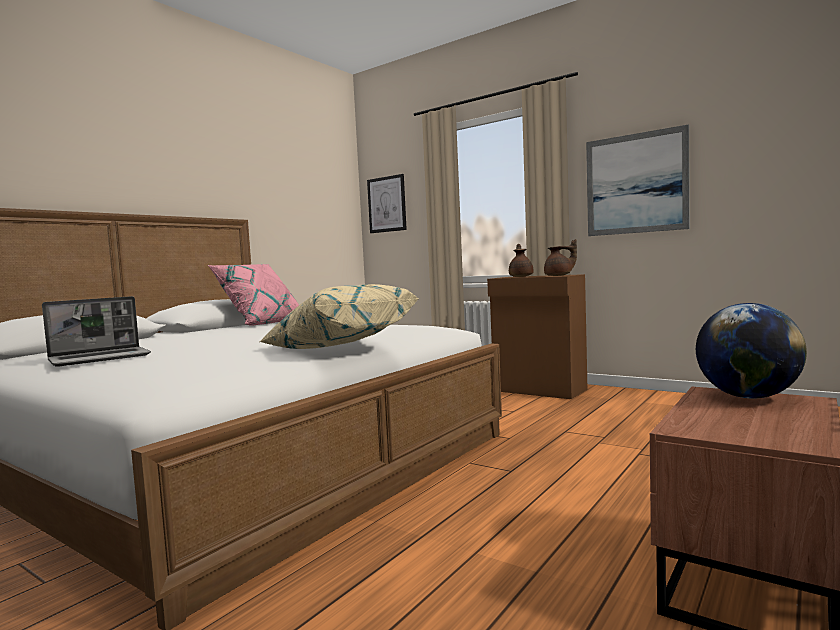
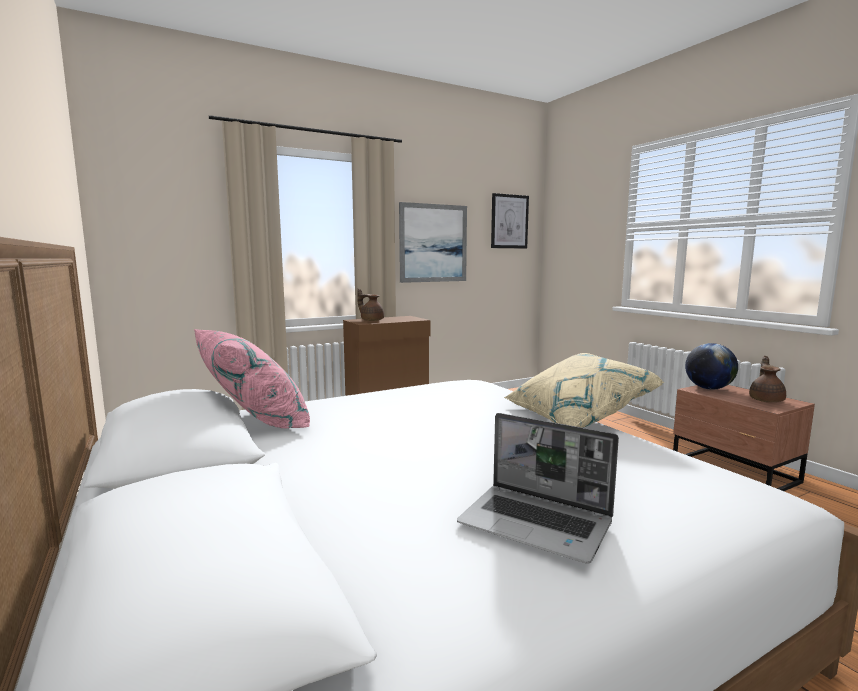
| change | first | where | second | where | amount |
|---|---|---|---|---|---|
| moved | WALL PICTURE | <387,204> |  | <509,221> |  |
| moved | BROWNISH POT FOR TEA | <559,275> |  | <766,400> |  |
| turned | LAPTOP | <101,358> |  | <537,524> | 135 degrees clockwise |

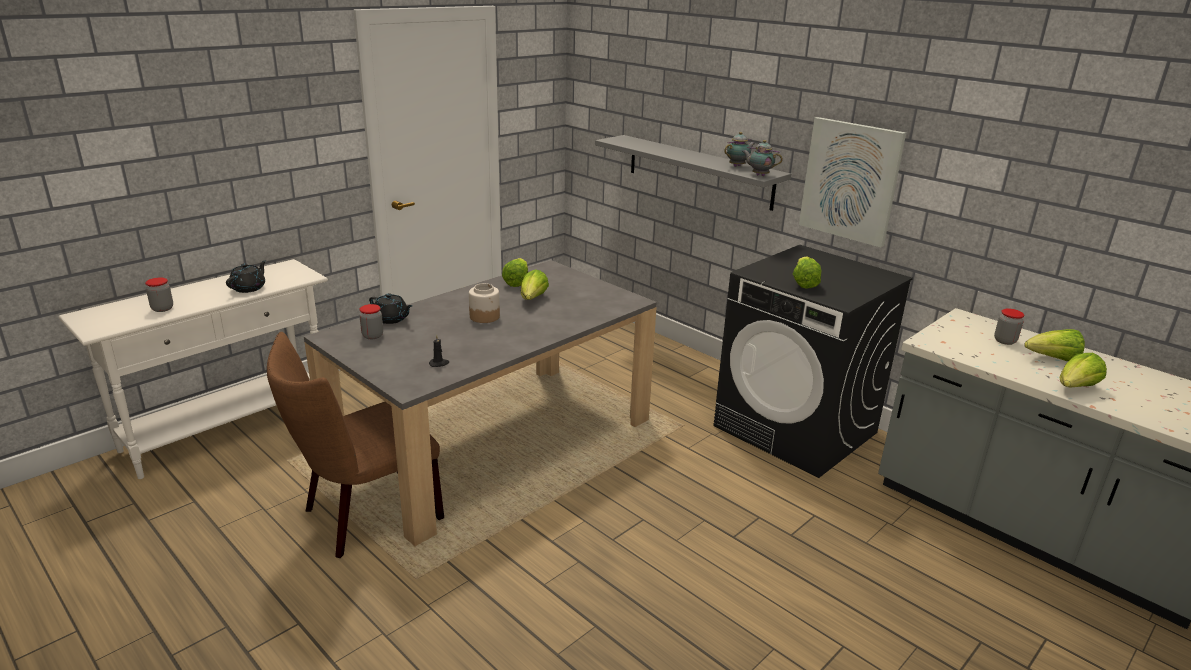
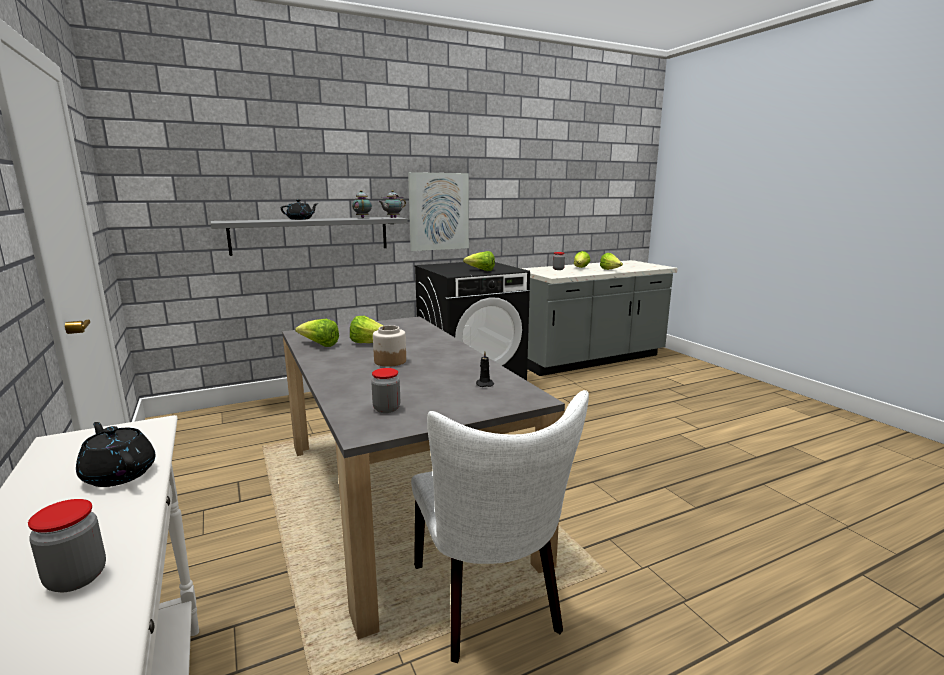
| change | first | where | second | where | amount |
|---|---|---|---|---|---|
| moved | BLACKISH POT FOR TEA | <391,319> |  | <300,219> |  |
| recoloured | BROWNISH CHAIR | <364,516> | WHITE CHAIR | <489,603> |  |

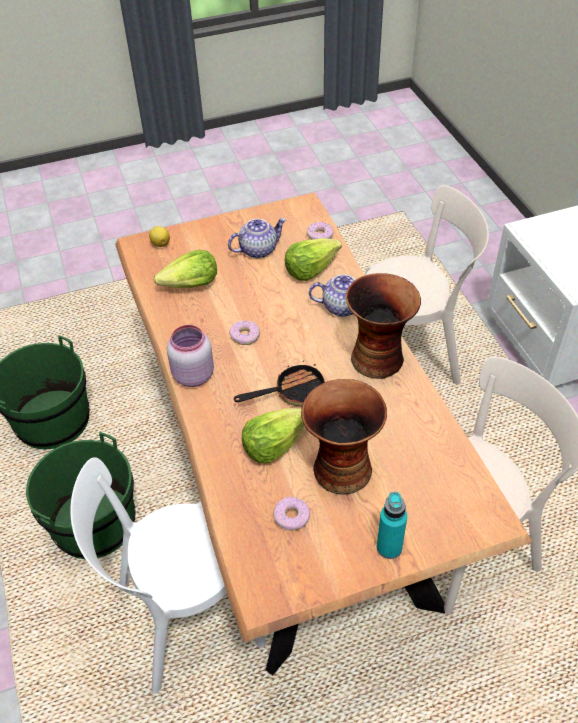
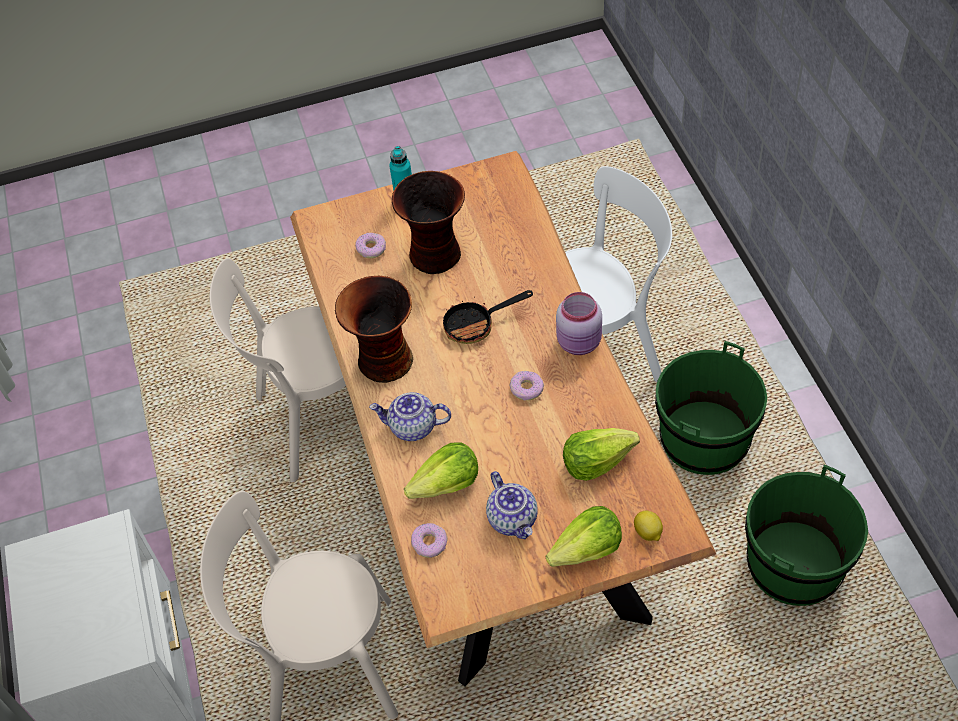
| change | first | where | second | where | amount |
|---|---|---|---|---|---|
| moved | LETTUCE | <274,444> |  | <587,550> |  |
| moved | DONUT | <291,517> |  | <371,249> |  |
| turned | POT FOR TEA | <258,249> |  | <513,519> | 90 degrees counterclockwise |

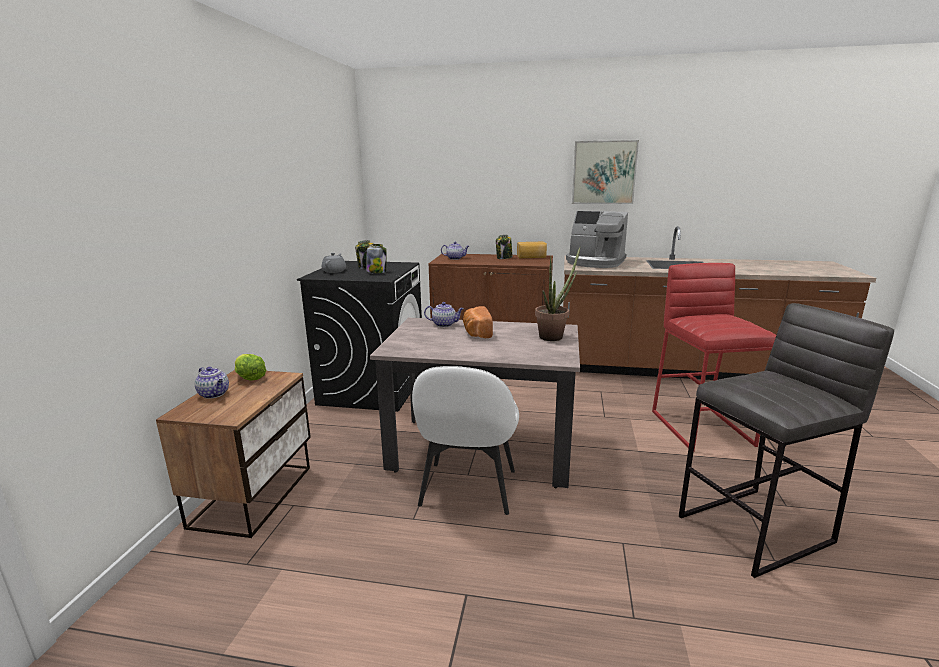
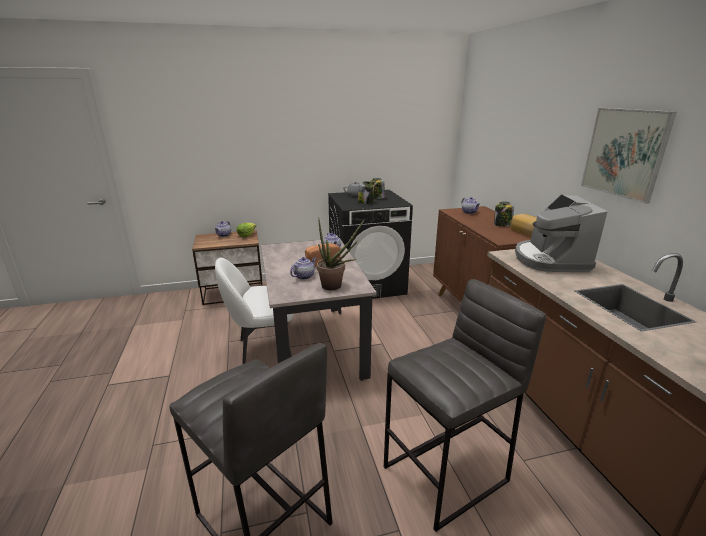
| change | first | where | second | where | amount |
|---|---|---|---|---|---|
| added |  |  | POT FOR TEA | <304,276> |  |
| recoloured | REDDISH SITTING STOOL | <701,427> | GREY SITTING STOOL | <447,474> |  |

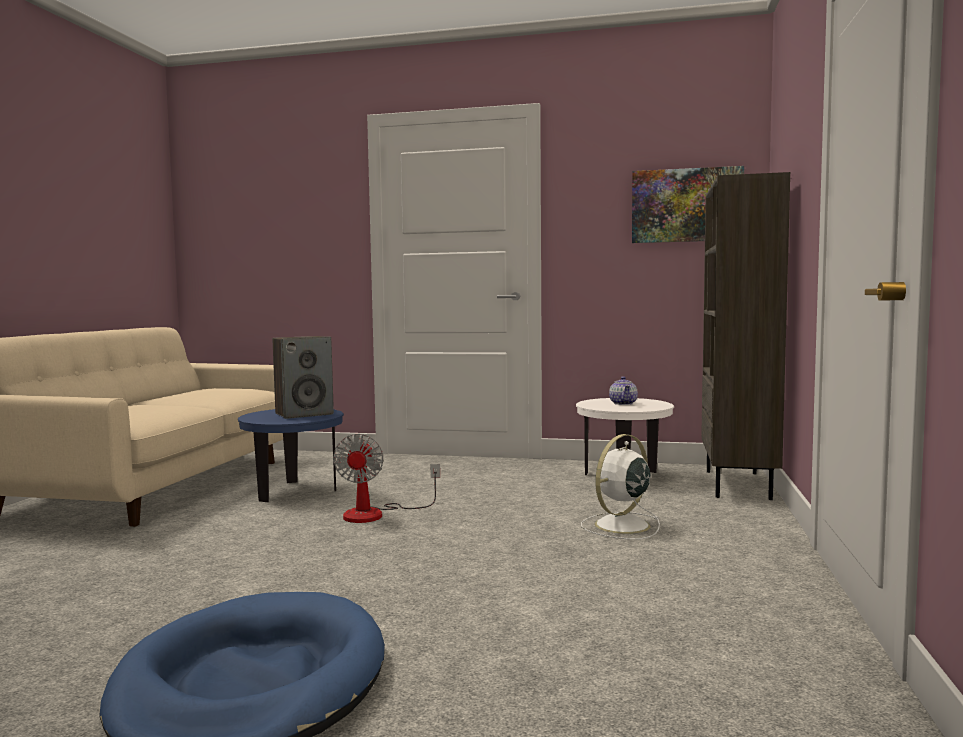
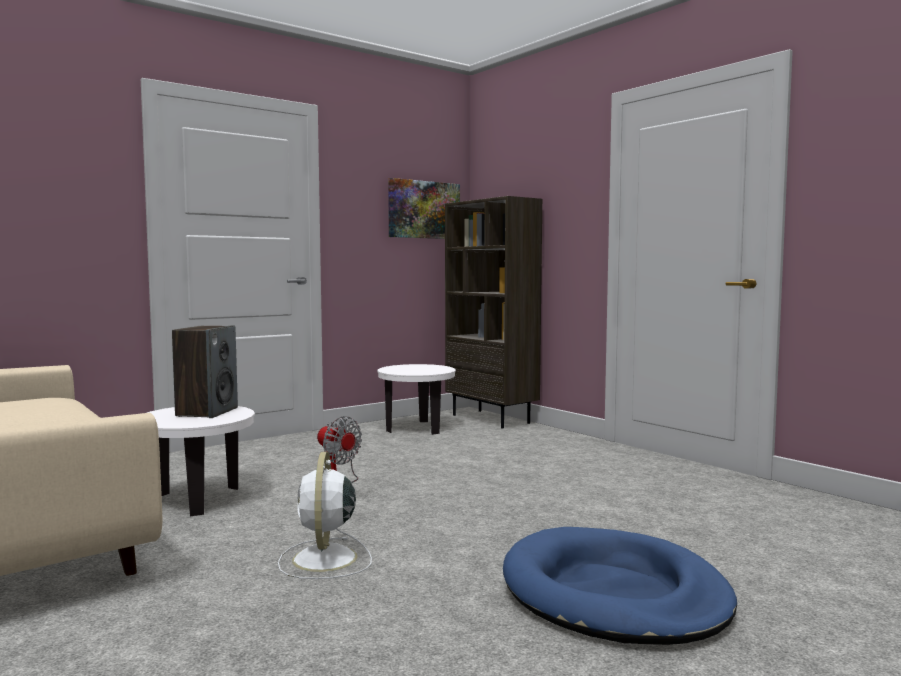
| change | first | where | second | where | amount |
|---|---|---|---|---|---|
| removed | POT FOR TEA | <623,403> |  |  |  |
| moved | WHITE FAN | <620,526> |  | <324,560> |  |
| recoloured | BLUE-COLOURED END TABLE | <293,492> | WHITE END TABLE | <198,500> |  |

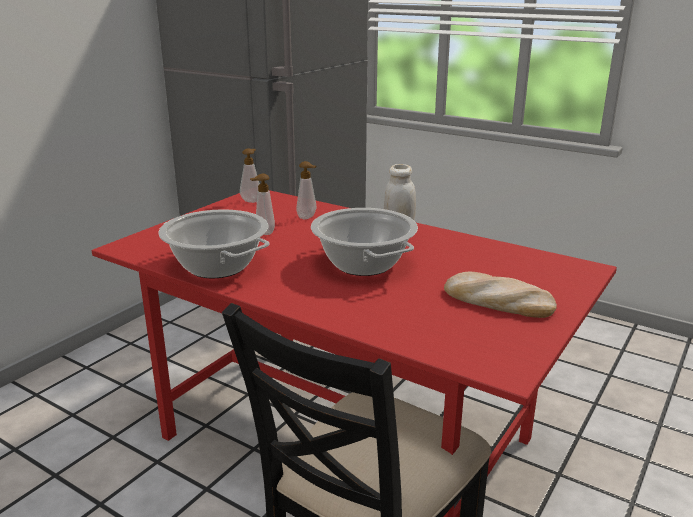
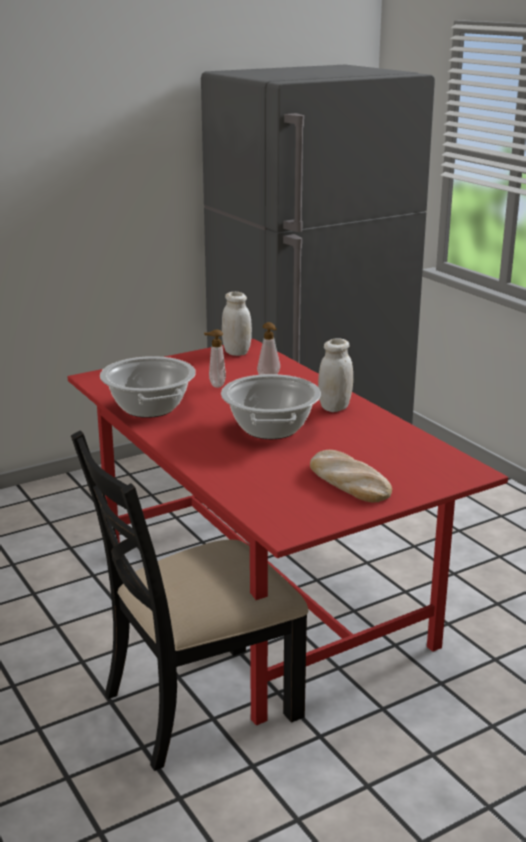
| change | first | where | second | where | amount |
|---|---|---|---|---|---|
| replaced | SOAP BOTTLE | <252,200> | WHITE JAR | <236,352> |  |

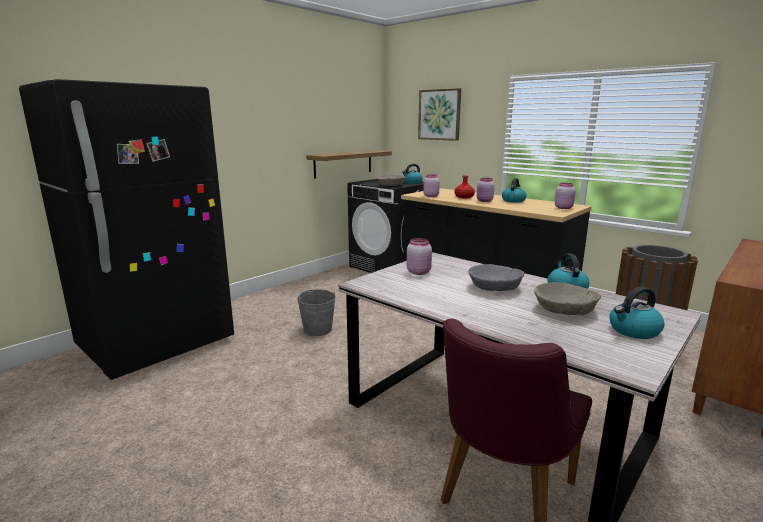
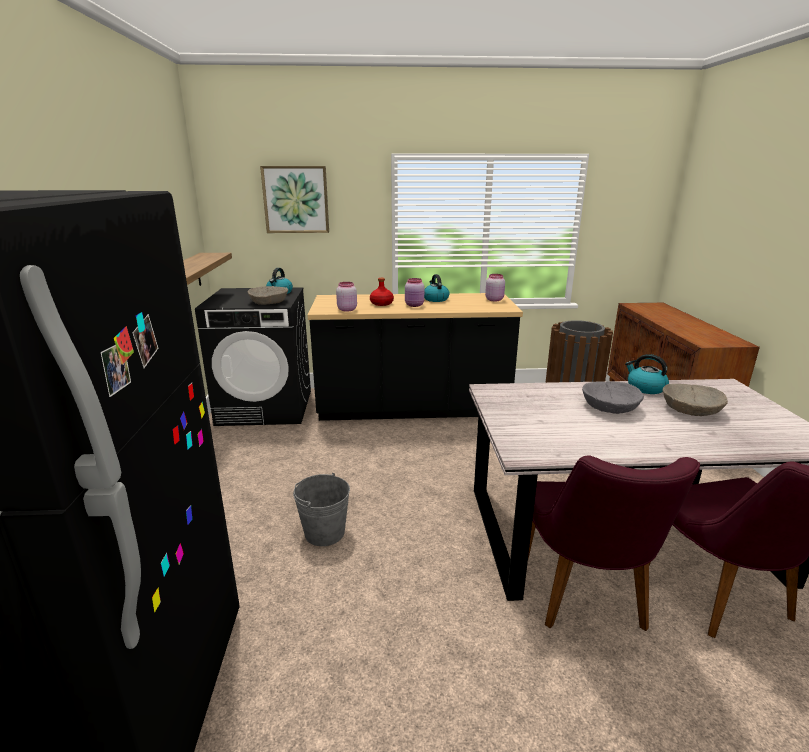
| change | first | where | second | where | amount |
|---|---|---|---|---|---|
| removed | PINK-COLOURED JAR | <419,272> |  |  |  |
| removed | WATER KETTLE | <633,331> |  |  |  |
| added |  |  | PURPLE CHAIR | <585,599> |  |

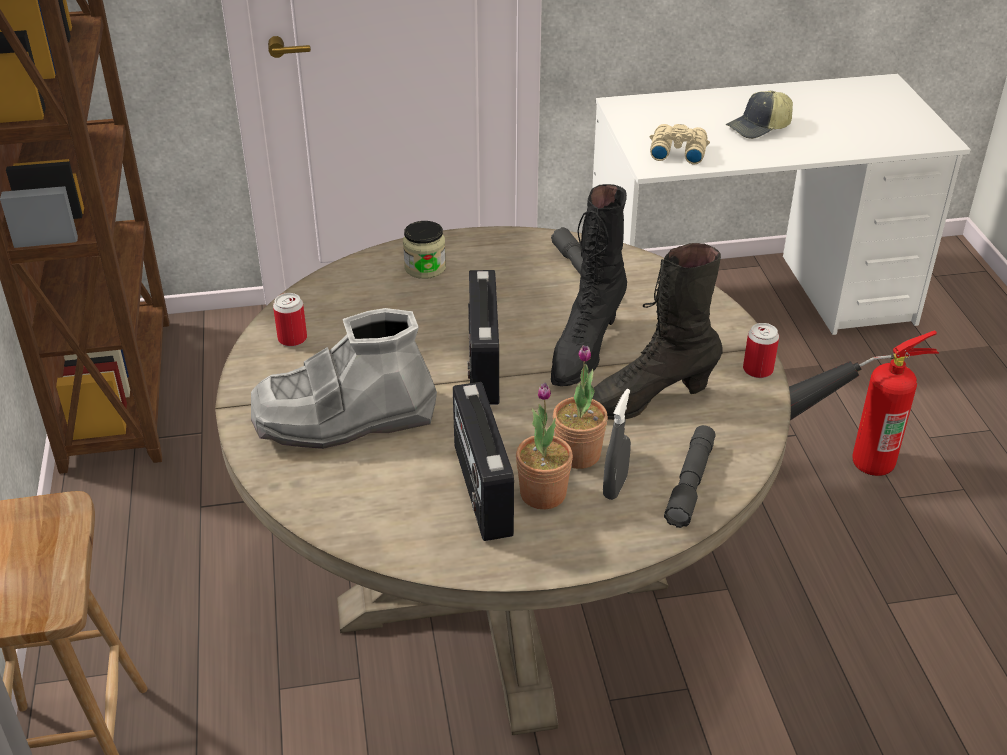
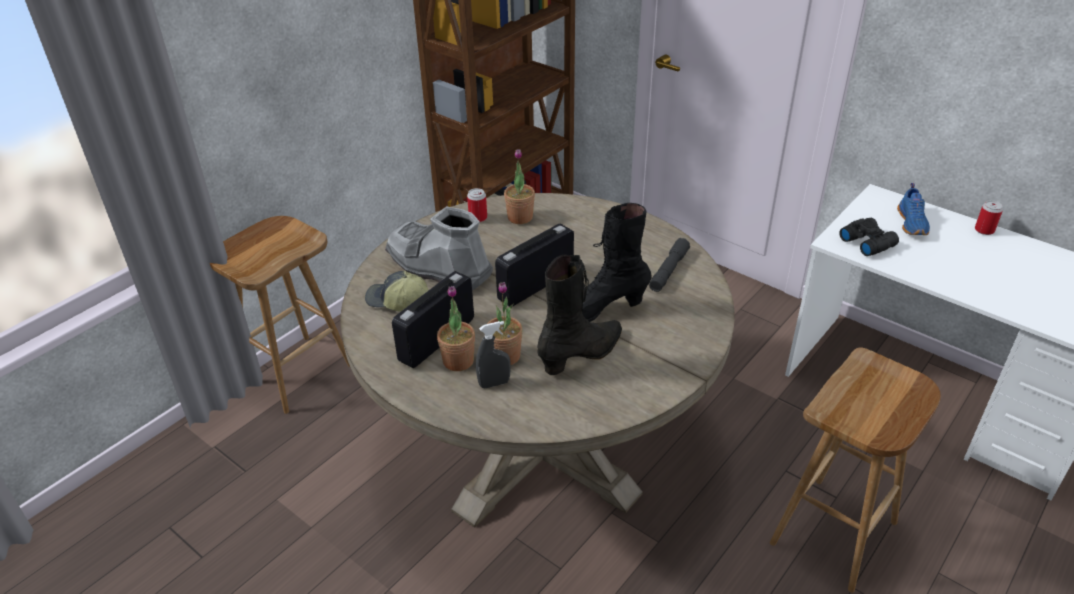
| change | first | where | second | where | amount |
|---|---|---|---|---|---|
| removed | JAR | <425,267> |  |  |  |
| removed | GREY FLASHLIGHT | <690,483> |  |  |  |
| added |  |  | POTTED PLANT | <520,217> |  |
| added |  |  | BLUE-COLOURED LOW SHOE | <912,223> |  |
| moved | PEAKED CAP | <759,128> |  | <397,301> |  |
| moved | CAN | <757,370> |  | <984,230> |  |
| replaced | EXTINGUISHER | <835,466> | BROWNISH SITTING STOOL | <834,534> |  |
| recoloured | BEIGE FIELD GLASSES | <677,151> | BLACKISH FIELD GLASSES | <867,242> |  |
| turned | BLACKISH HIGH-TOP BOOT | <644,400> |  | <582,355> | 105 degrees clockwise |

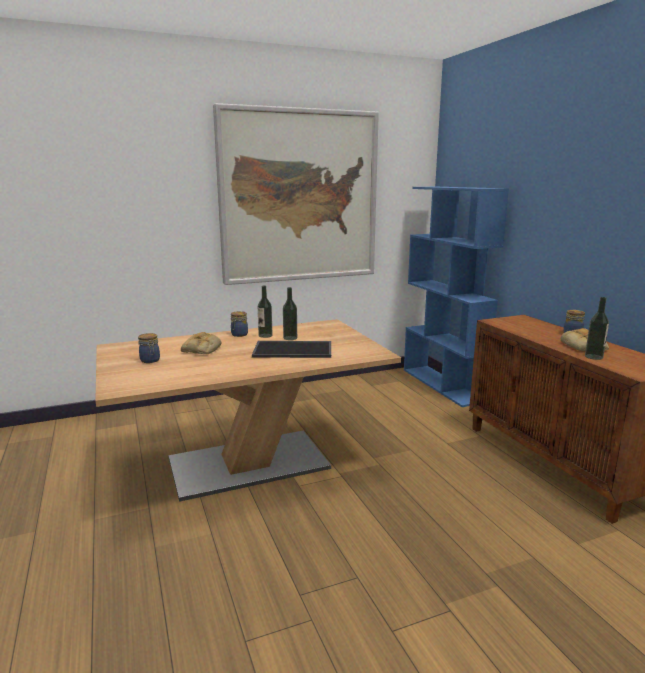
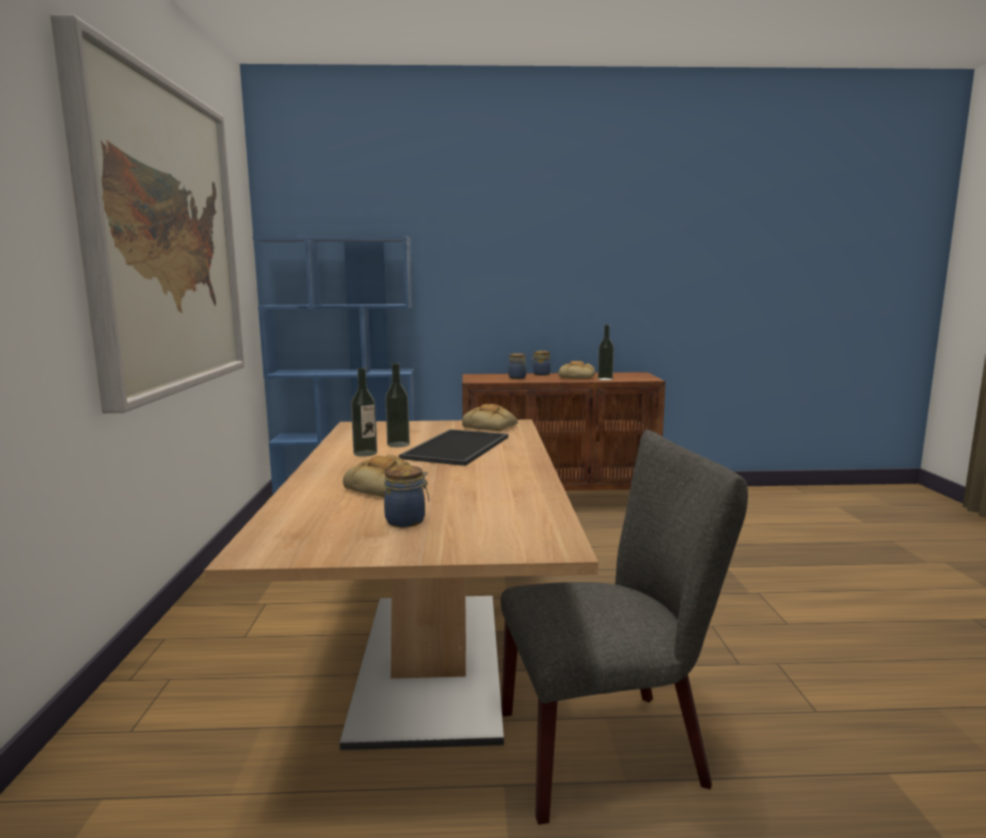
| change | first | where | second | where | amount |
|---|---|---|---|---|---|
| added |  |  | BAKED BREAD | <491,426> |  |
| added |  |  | GREY CHAIR | <613,746> |  |
| moved | JAR | <239,335> |  | <517,378> |  |

